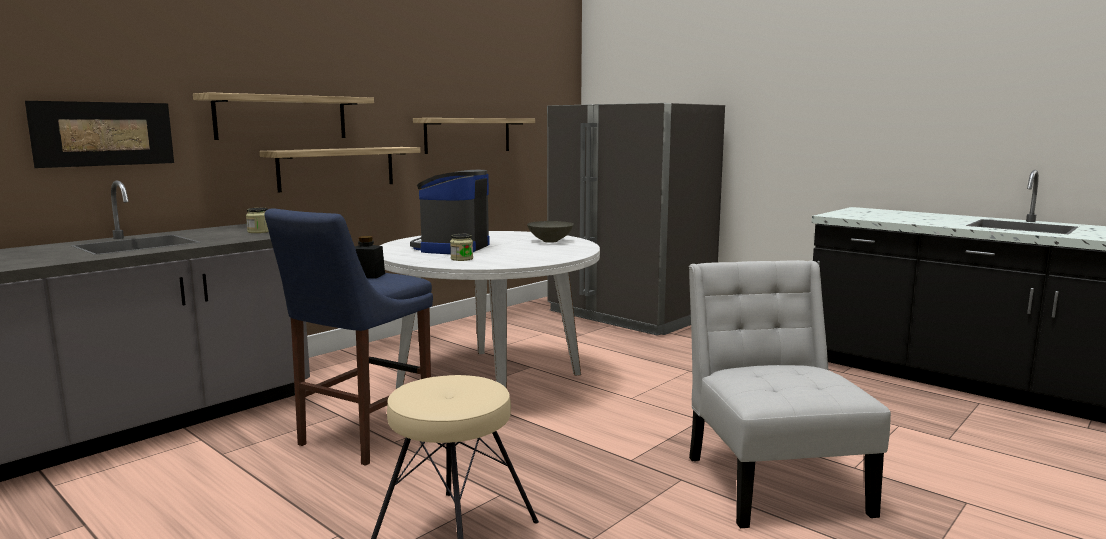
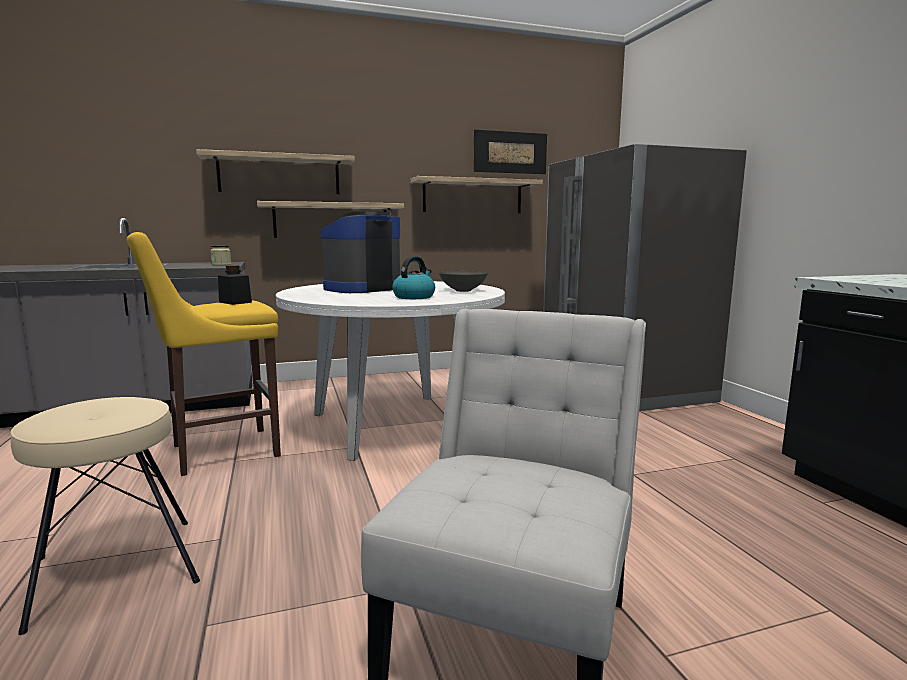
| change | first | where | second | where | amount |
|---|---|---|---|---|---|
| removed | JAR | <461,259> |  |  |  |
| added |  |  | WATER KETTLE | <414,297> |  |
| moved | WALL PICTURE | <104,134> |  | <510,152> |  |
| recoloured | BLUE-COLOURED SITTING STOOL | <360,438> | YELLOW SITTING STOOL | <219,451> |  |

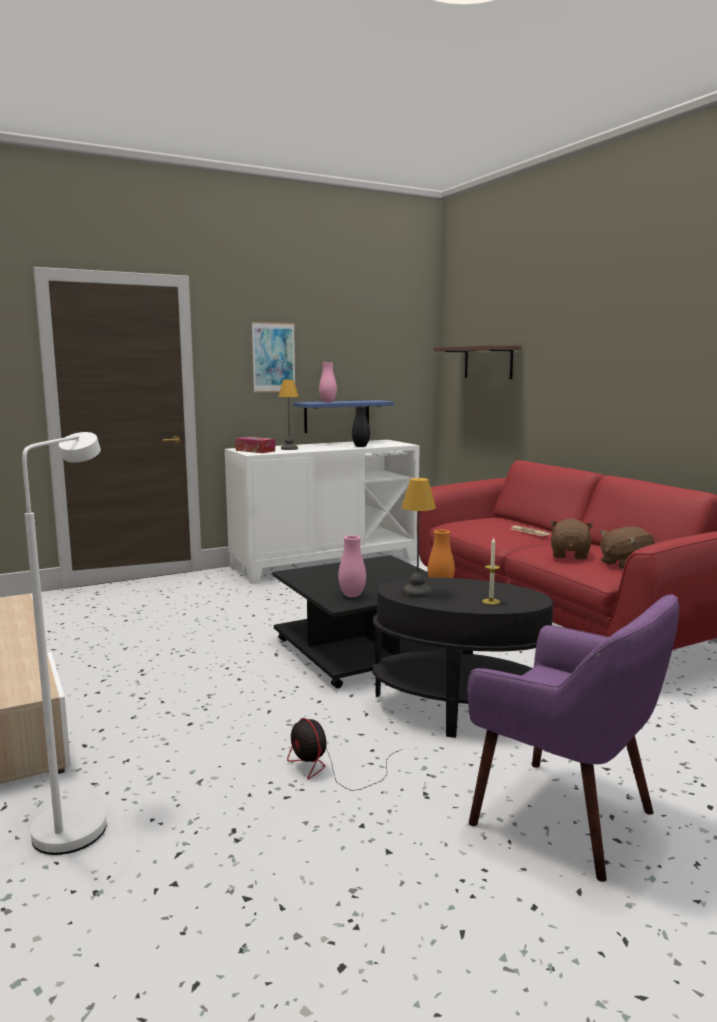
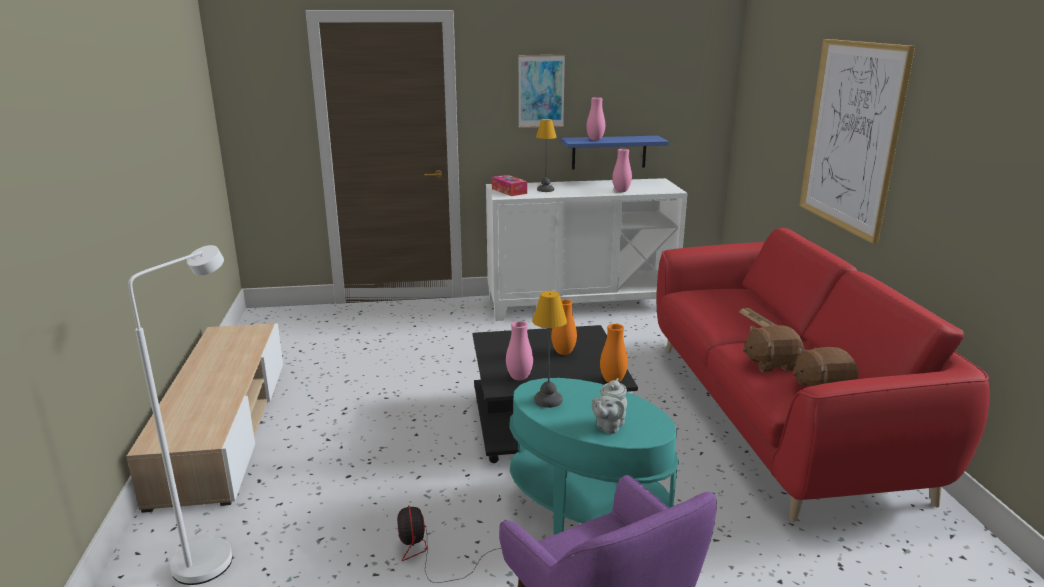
| change | first | where | second | where | amount |
|---|---|---|---|---|---|
| removed | BROWNISH WALL SHELF | <488,362> |  |  |  |
| added |  |  | ORANGE-COLOURED VASE | <563,352> |  |
| added |  |  | WALL PICTURE | <852,136> |  |
| replaced | WAX CANDLE | <491,601> | GREY POT FOR TEA | <608,426> |  |
| recoloured | BLACKISH VASE | <360,446> | PINK-COLOURED VASE | <621,191> |  |
| recoloured | BLACKISH END TABLE | <459,710> | BLUE-GREEN END TABLE | <587,514> |  |
| turned | BROWNISH PLUSH TOY | <570,555> |  | <770,364> | 135 degrees counterclockwise |

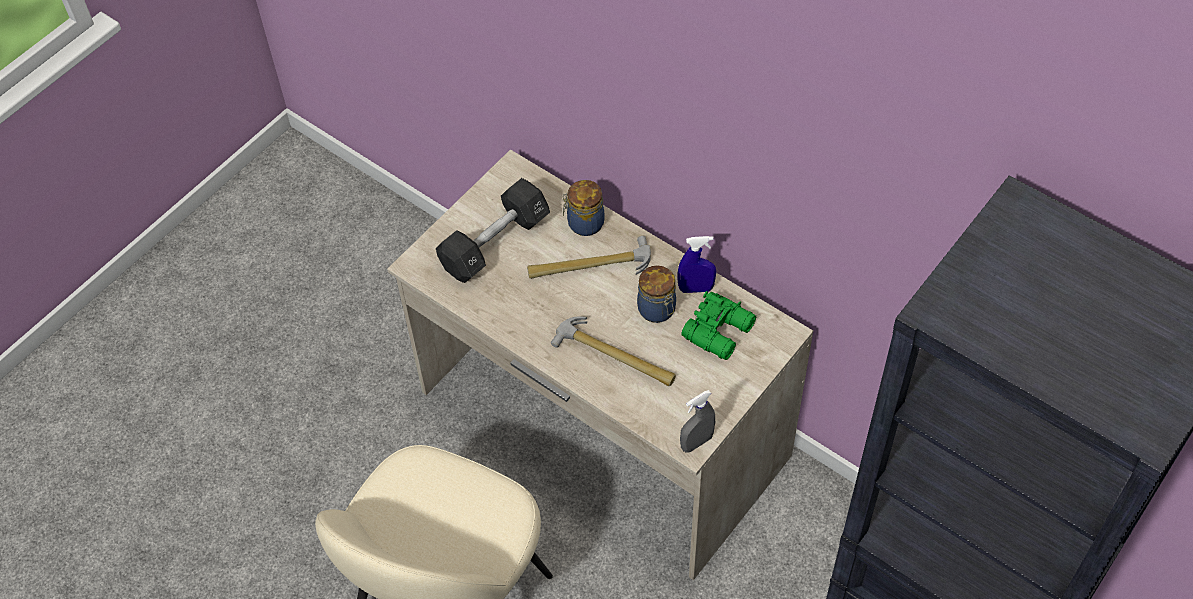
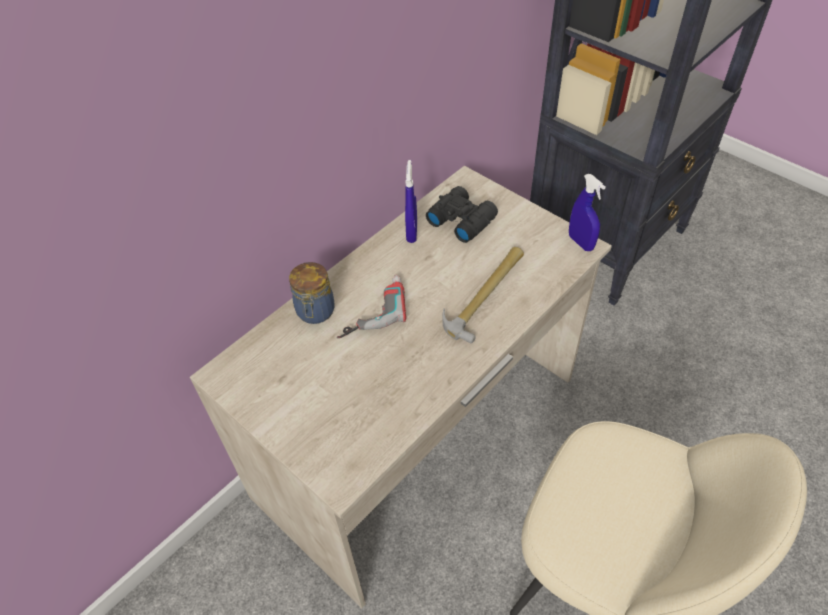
| change | first | where | second | where | amount |
|---|---|---|---|---|---|
| removed | BLACKISH HAND WEIGHT | <495,243> |  |  |  |
| removed | JAR | <657,310> |  |  |  |
| replaced | HAND HAMMER | <590,265> | POWER DRILL | <371,310> |  |
| recoloured | GREY HAND SPRAYER | <696,442> | BLUE-COLOURED HAND SPRAYER | <581,242> |  |
| recoloured | GREEN FIELD GLASSES | <720,331> | BLACKISH FIELD GLASSES | <461,219> |  |

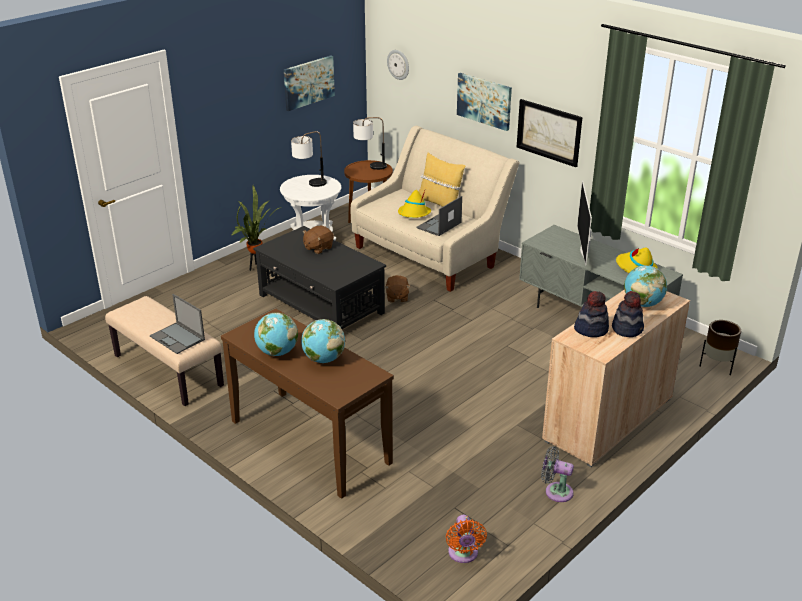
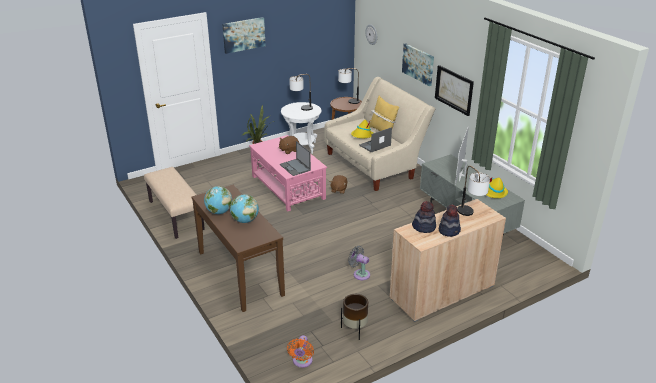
| change | first | where | second | where | amount |
|---|---|---|---|---|---|
| moved | LAPTOP | <178,338> |  | <295,167> |  |
| moved | WALL PICTURE | <308,82> |  | <243,34> |  |
| moved | GREY FAN | <556,491> |  | <360,274> |  |
| moved | BROWNISH PLANT POT | <716,366> |  | <354,329> |  |
| replaced | WORLD GLOBE | <642,304> | TABLE LAMP | <470,215> |  |
| recoloured | BLACKISH LOUNGE TABLE | <321,304> | PINK-COLOURED LOUNGE TABLE | <288,187> |  |

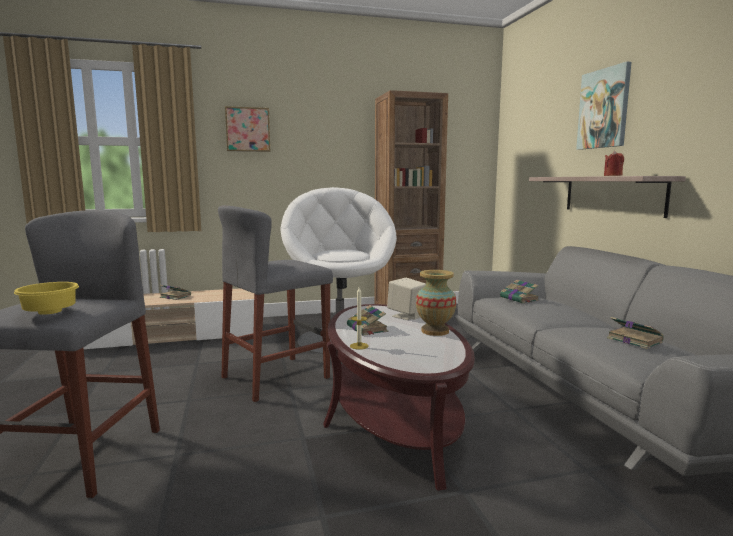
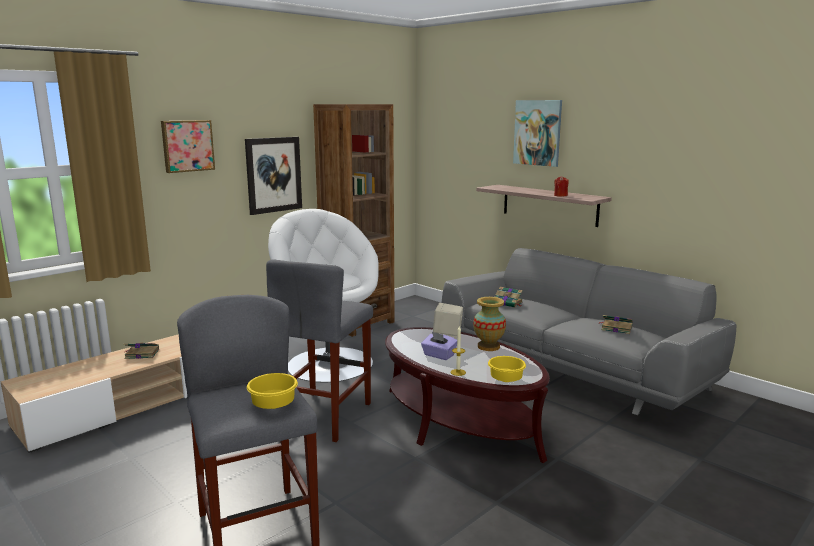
| change | first | where | second | where | amount |
|---|---|---|---|---|---|
| added |  |  | WALL PICTURE | <273,175> |  |
| added |  |  | YELLOW DEEP DISH | <505,380> |  |
| replaced | BOOK | <367,329> | PURPLE TISSUE BOX | <438,355> |  |

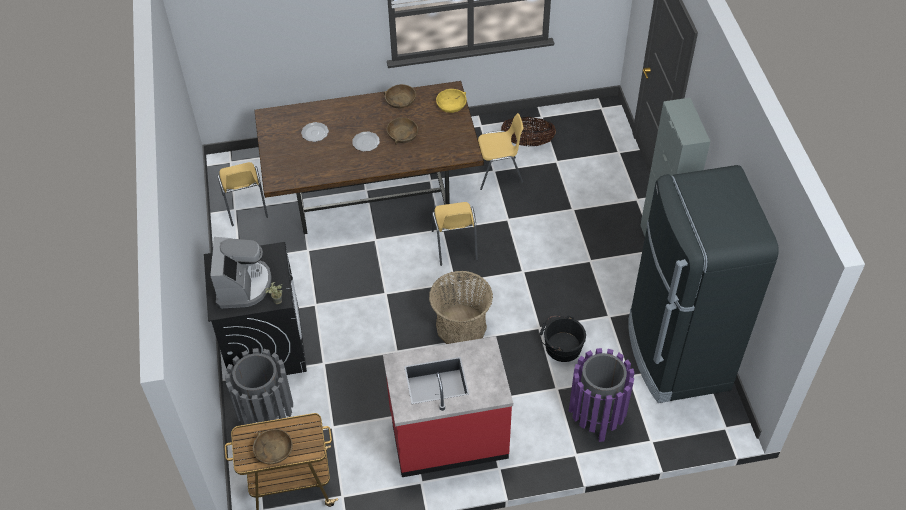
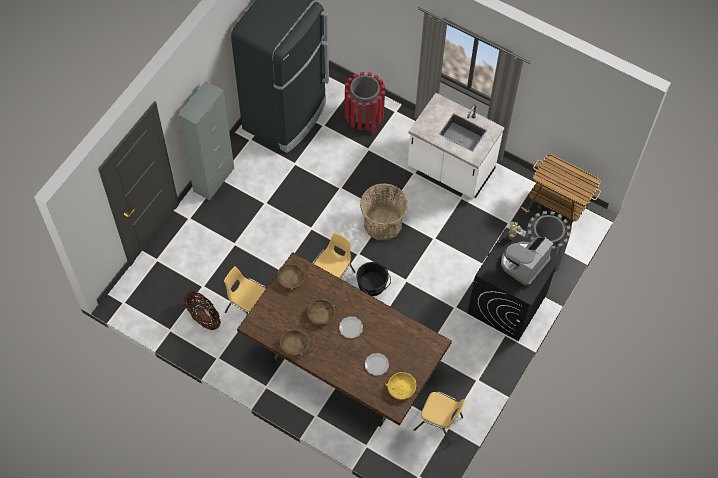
| change | first | where | second | where | amount |
|---|---|---|---|---|---|
| moved | BROWNISH DEEP DISH | <273,450> |  | <291,279> |  |
| moved | YELLOW DEEP DISH | <451,104> |  | <401,388> |  |
| moved | BLACKISH WATER BUCKET | <561,346> |  | <373,285> |  |
| recoloured | REDDISH COUNTER | <448,435> | WHITE COUNTER | <450,170> |  |
| recoloured | PURPLE TRASH CAN | <596,416> | REDDISH TRASH CAN | <364,120> |  |
| turned | YELLOW CHAIR | <245,206> |  | <439,424> | 90 degrees clockwise |

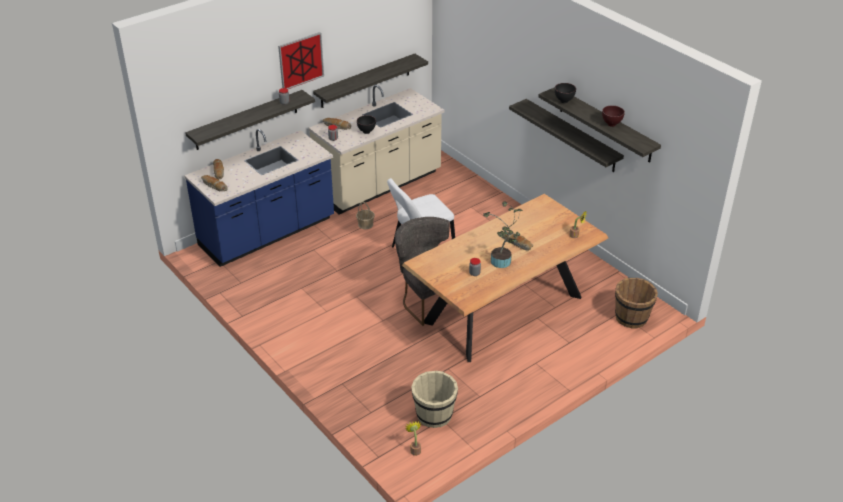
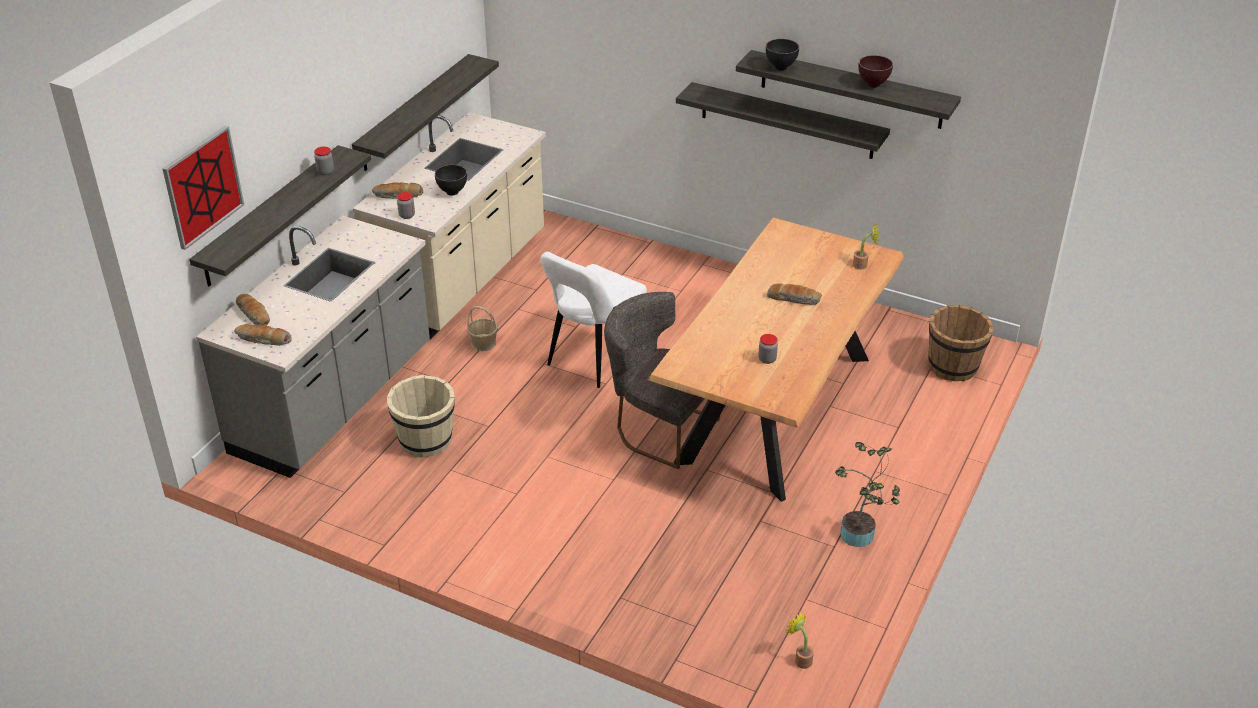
| change | first | where | second | where | amount |
|---|---|---|---|---|---|
| moved | WALL PICTURE | <301,61> |  | <203,186> |  |
| moved | BEIGE WATER BUCKET | <434,415> |  | <425,441> |  |
| moved | POTTED PLANT | <502,263> |  | <861,536> |  |
| recoloured | BLUE-COLOURED COUNTER | <267,233> | GREY COUNTER | <335,401> |  |

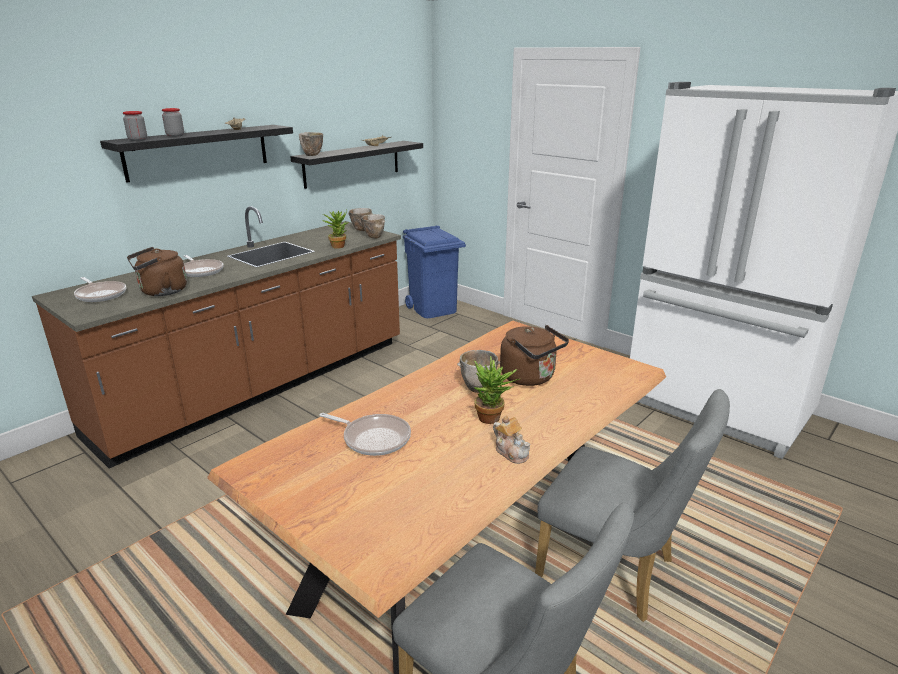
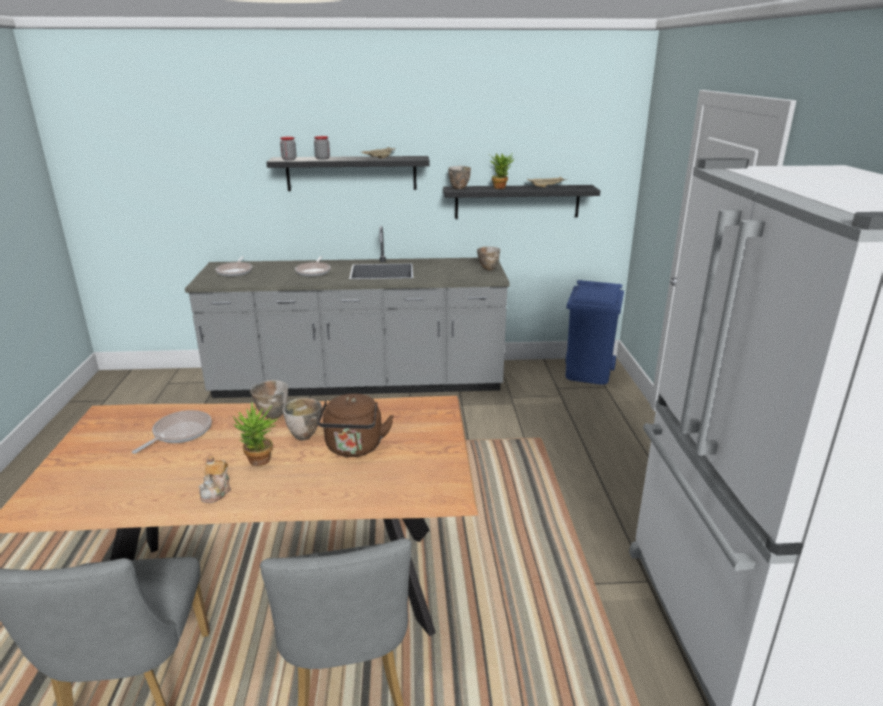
| change | first | where | second | where | amount |
|---|---|---|---|---|---|
| removed | BROWNISH WATER KETTLE | <161,292> |  |  |  |
| moved | POTTED PLANT | <338,246> |  | <500,187> |  |
| moved | DEEP DISH | <373,237> |  | <273,414> |  |
| recoloured | BROWNISH COUNTER | <260,386> | GREY COUNTER | <359,383> |  |
| turned | FRYING PAN | <373,438> |  | <179,433> | 135 degrees counterclockwise |

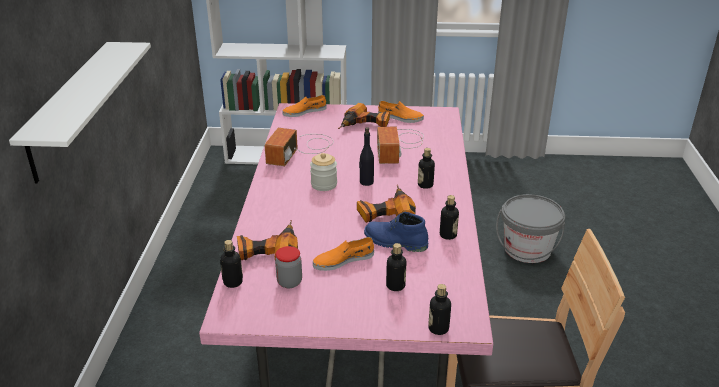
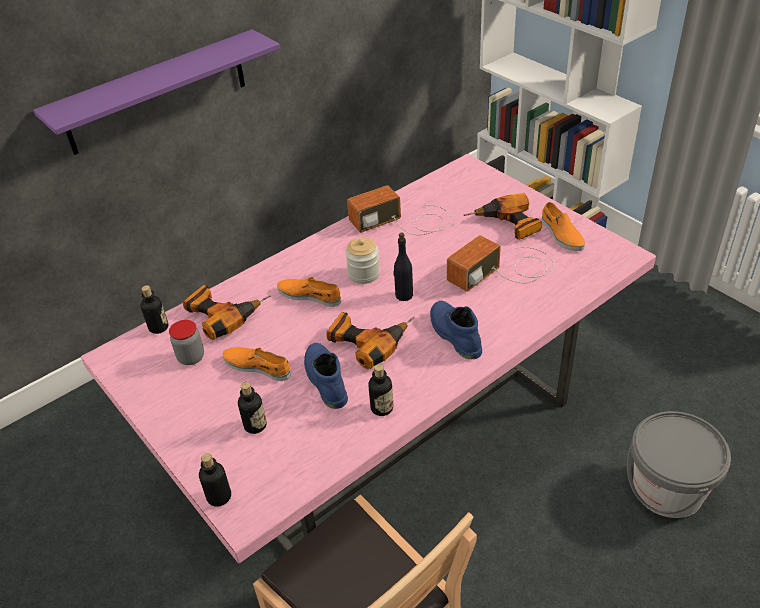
| change | first | where | second | where | amount |
|---|---|---|---|---|---|
| moved | ORANGE-COLOURED LOW SHOE | <304,111> |  | <309,295> |  |
| replaced | DRINK BOTTLE | <425,185> | BLUE-COLOURED HIGH-TOP BOOT | <453,335> |  |
| recoloured | WHITE WALL SHELF | <70,109> | PURPLE WALL SHELF | <156,92> |  |

